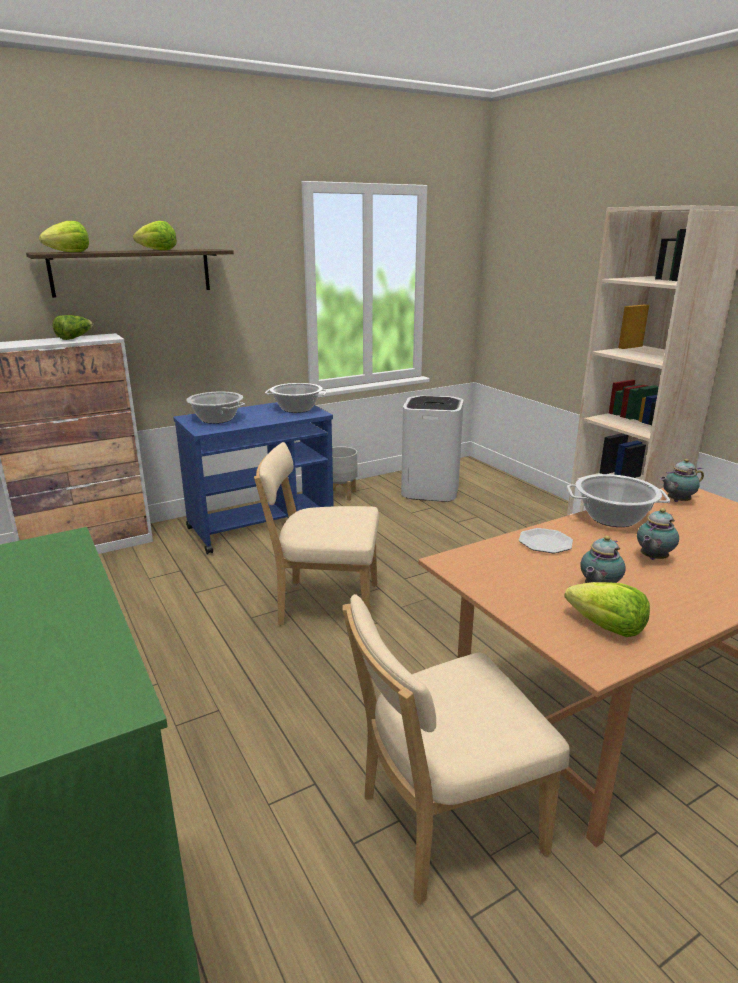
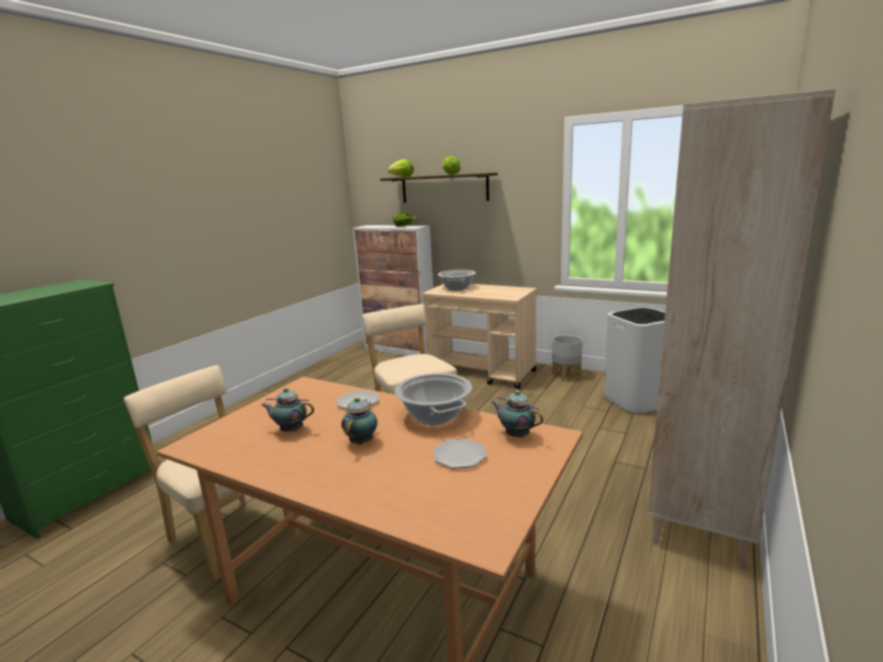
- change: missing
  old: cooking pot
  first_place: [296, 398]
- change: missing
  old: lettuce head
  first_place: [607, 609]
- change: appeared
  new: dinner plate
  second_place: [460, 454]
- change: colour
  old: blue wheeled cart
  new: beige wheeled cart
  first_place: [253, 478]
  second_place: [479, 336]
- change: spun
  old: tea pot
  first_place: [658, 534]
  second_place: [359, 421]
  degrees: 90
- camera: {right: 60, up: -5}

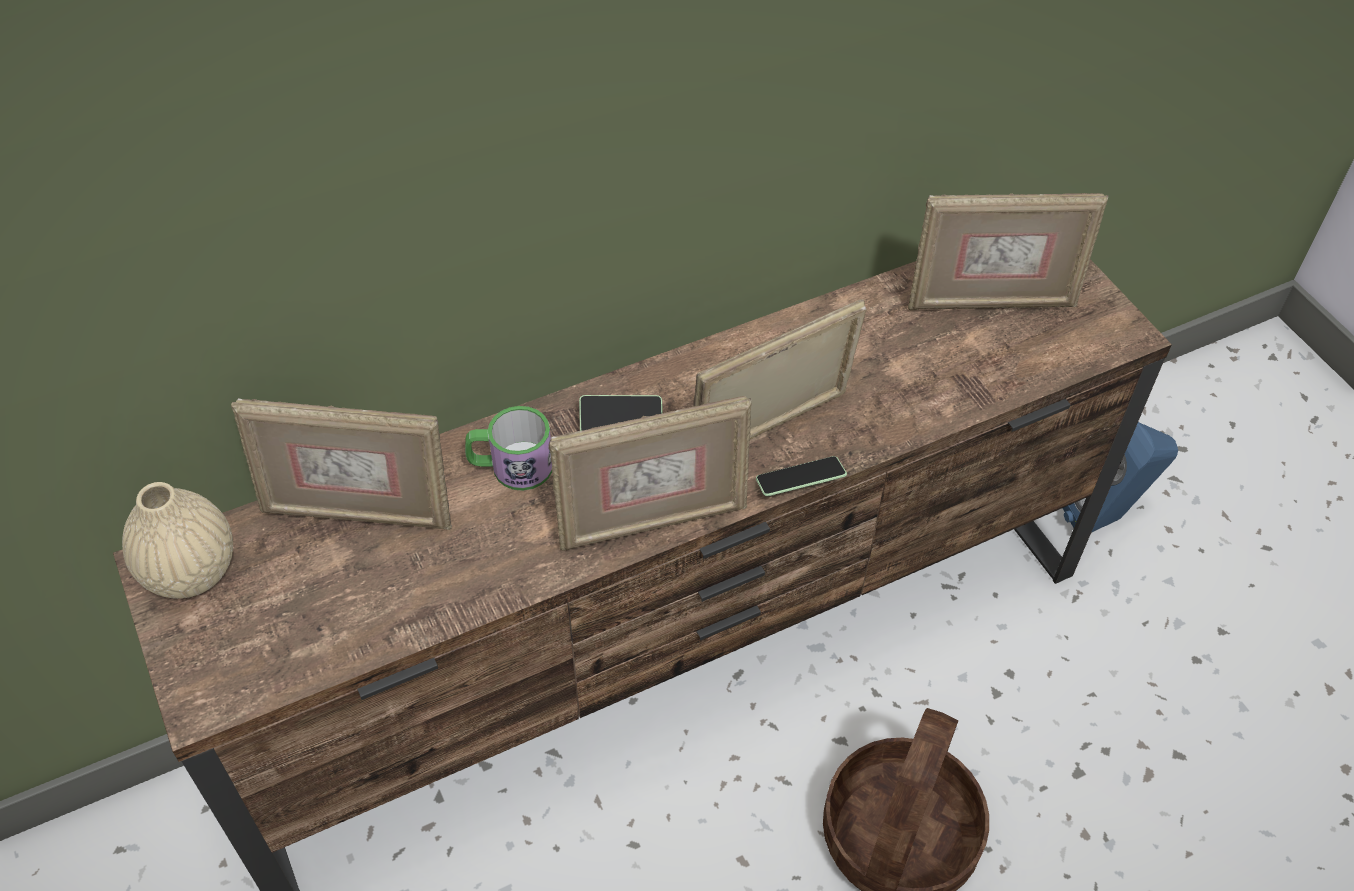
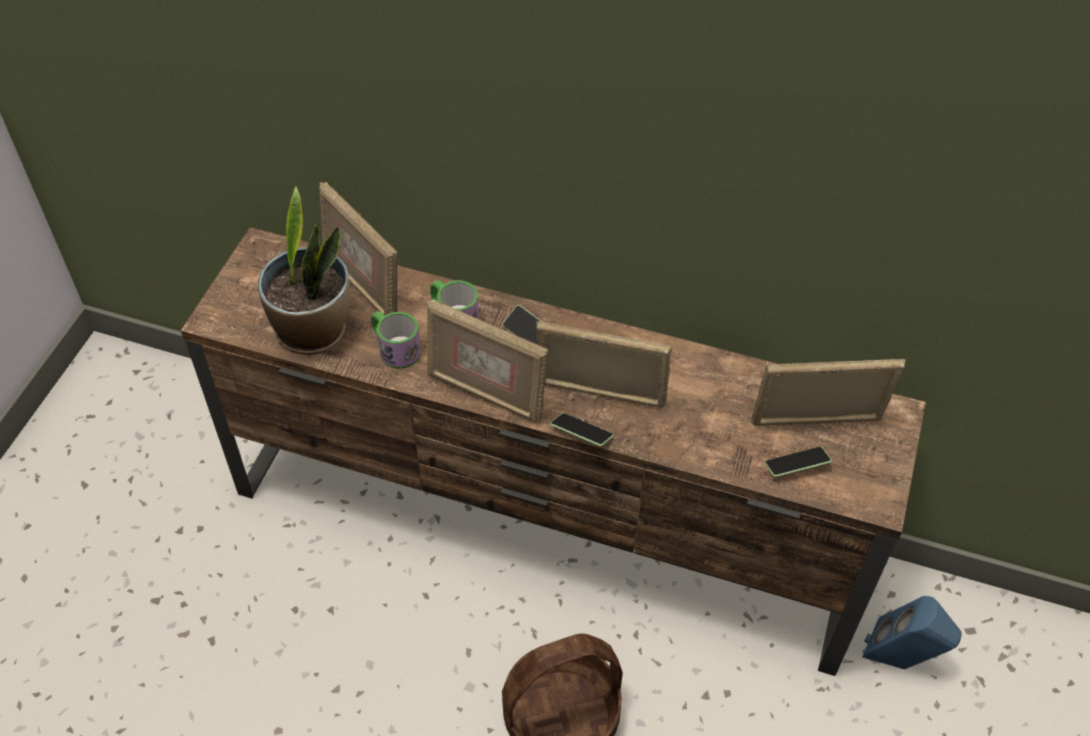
- change: missing
  old: beige vase
  first_place: [177, 540]
- change: appeared
  new: plant in a pot
  second_place: [304, 270]
- change: appeared
  new: coffee mug
  second_place: [396, 340]
- change: appeared
  new: telephone
  second_place: [798, 462]
- change: spun
  old: standing frame
  first_place: [1008, 251]
  second_place: [828, 392]
  degrees: 135
- camera: {right: 45, up: 0}

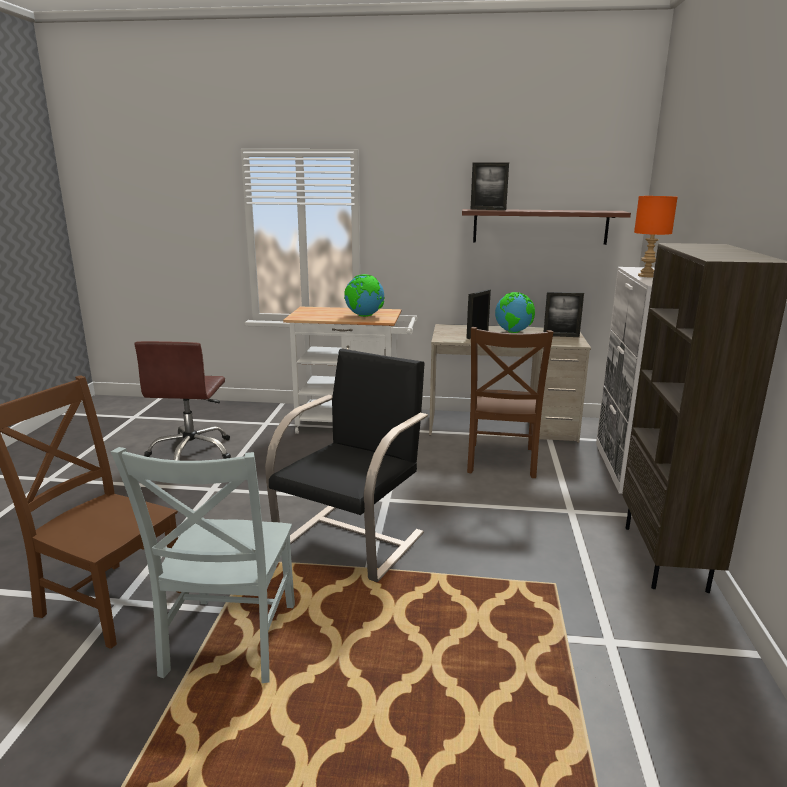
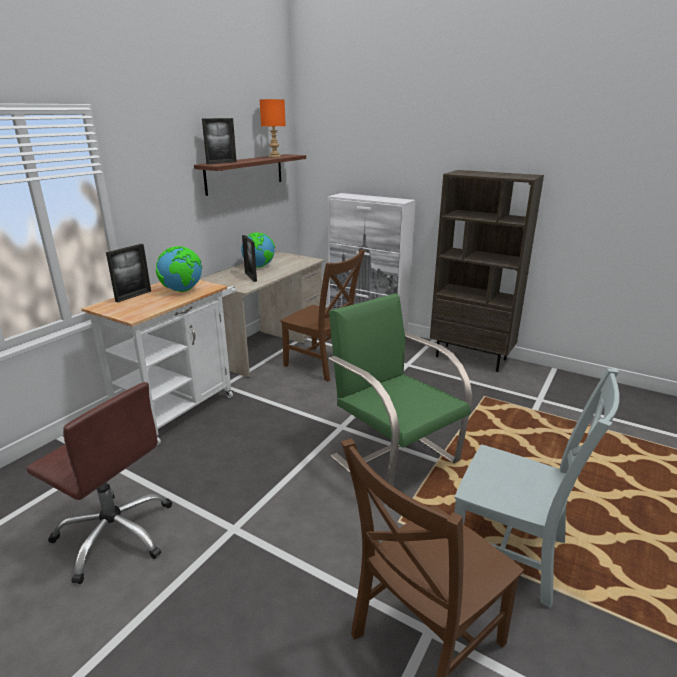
- change: relocated
  old: standing frame
  first_place: [564, 314]
  second_place: [128, 273]
- change: relocated
  old: orange tabletop lamp
  first_place: [656, 236]
  second_place: [273, 128]
- change: colour
  old: blackish armchair
  new: greenish armchair
  first_place: [346, 465]
  second_place: [400, 397]
- camera: {right: -65, up: 5}

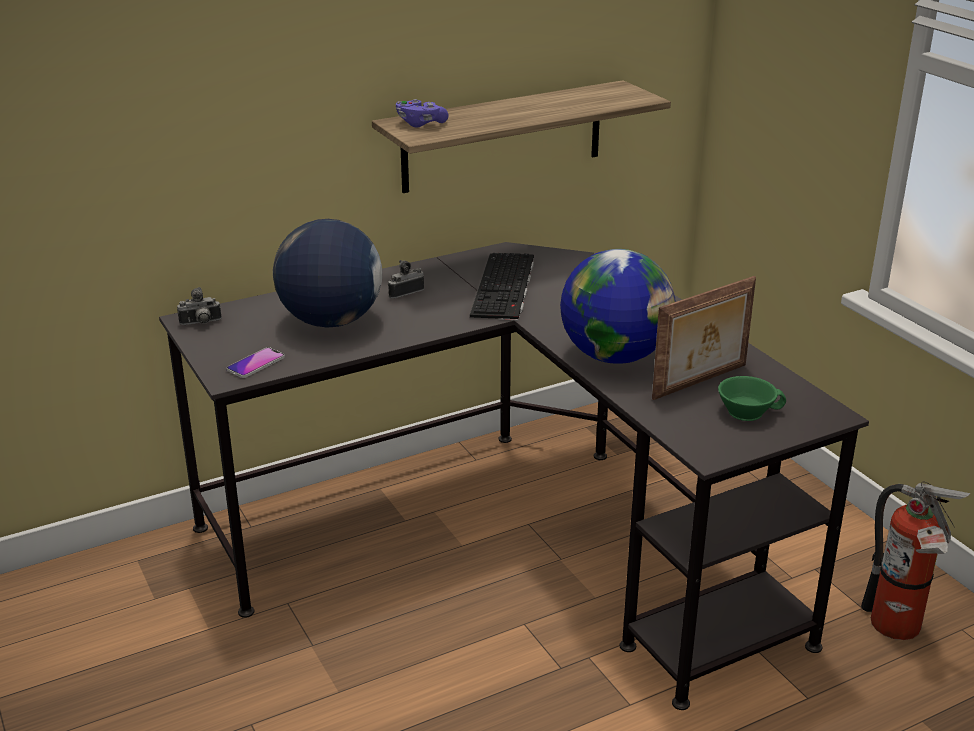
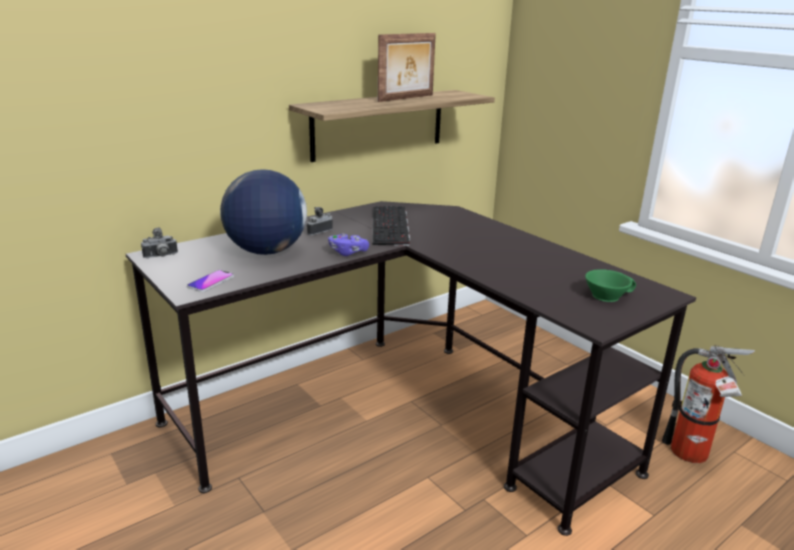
- change: missing
  old: desk globe
  first_place: [617, 306]
- change: relocated
  old: purplish game controller
  first_place: [422, 113]
  second_place: [348, 244]
- change: relocated
  old: standing frame
  first_place: [704, 338]
  second_place: [407, 67]
- camera: {right: -10, up: -5}

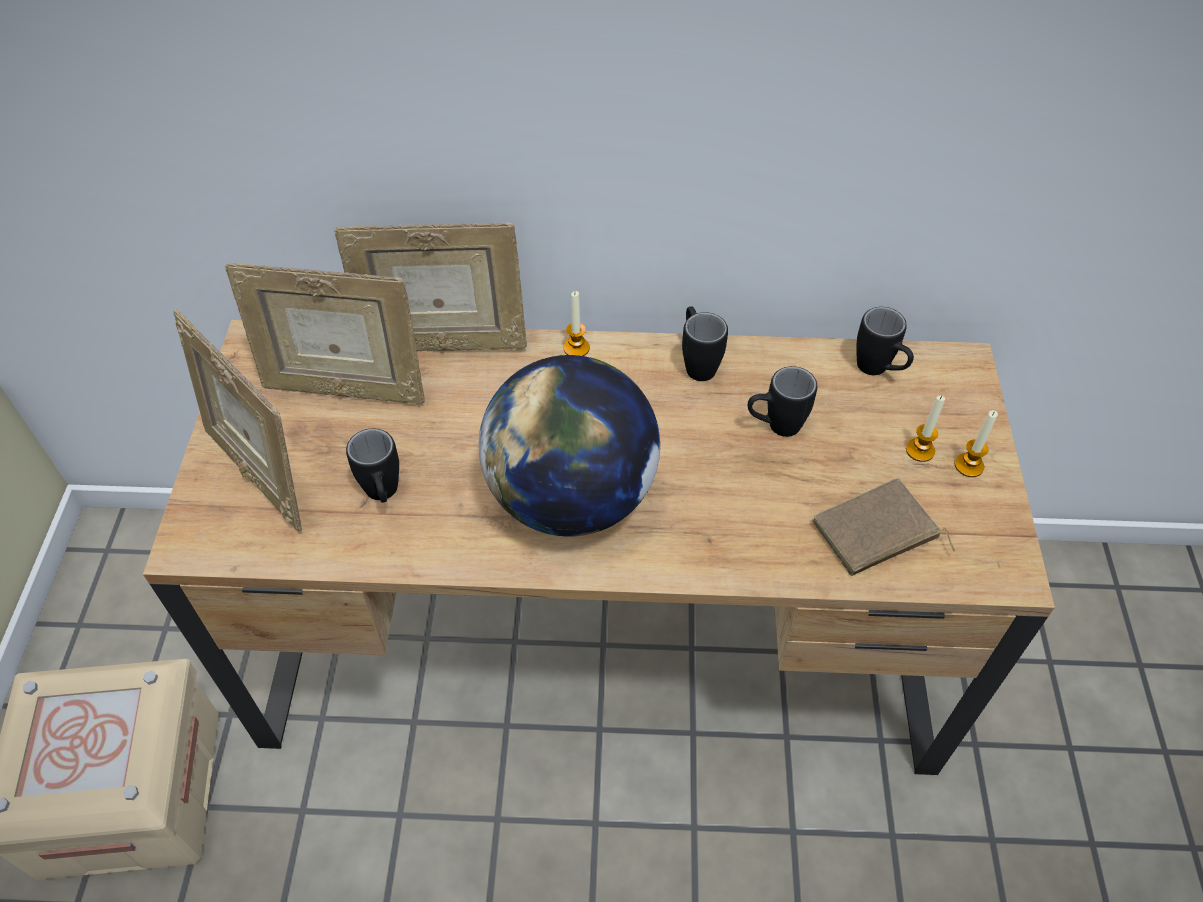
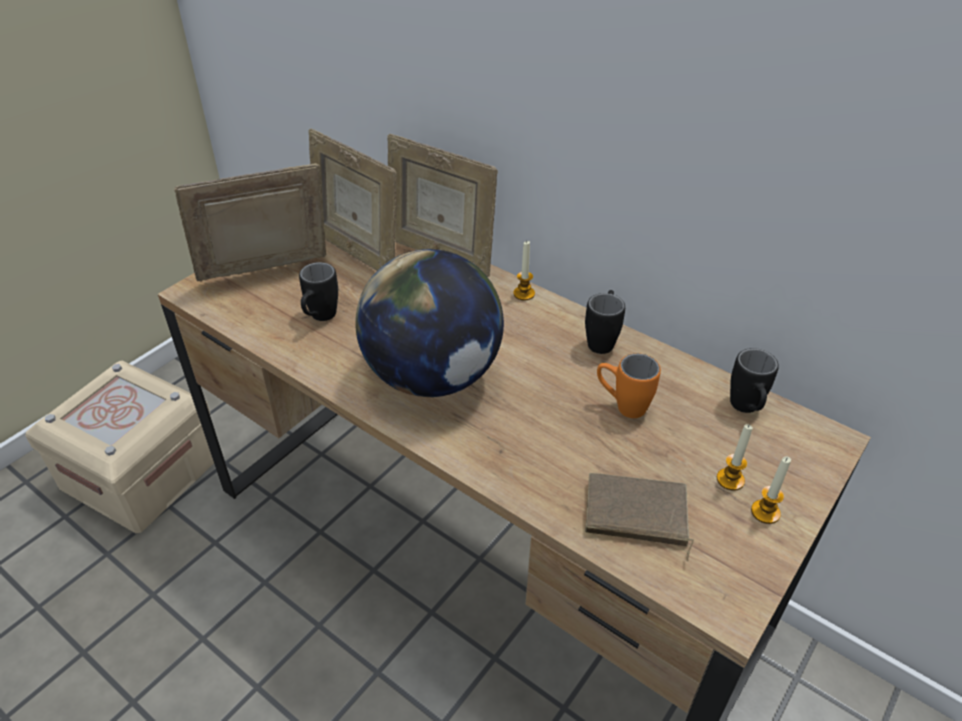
- change: colour
  old: blackish coffee mug
  new: orange coffee mug
  first_place: [782, 401]
  second_place: [629, 385]
- change: spun
  old: standing frame
  first_place: [238, 420]
  second_place: [250, 222]
  degrees: 75
- camera: {right: 35, up: -10}

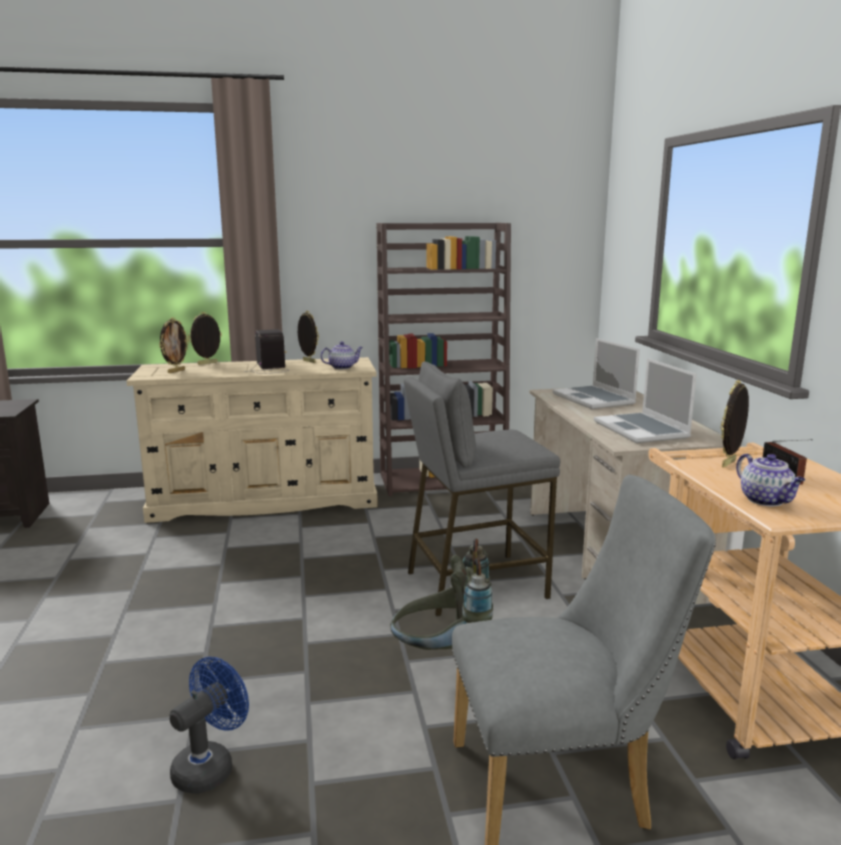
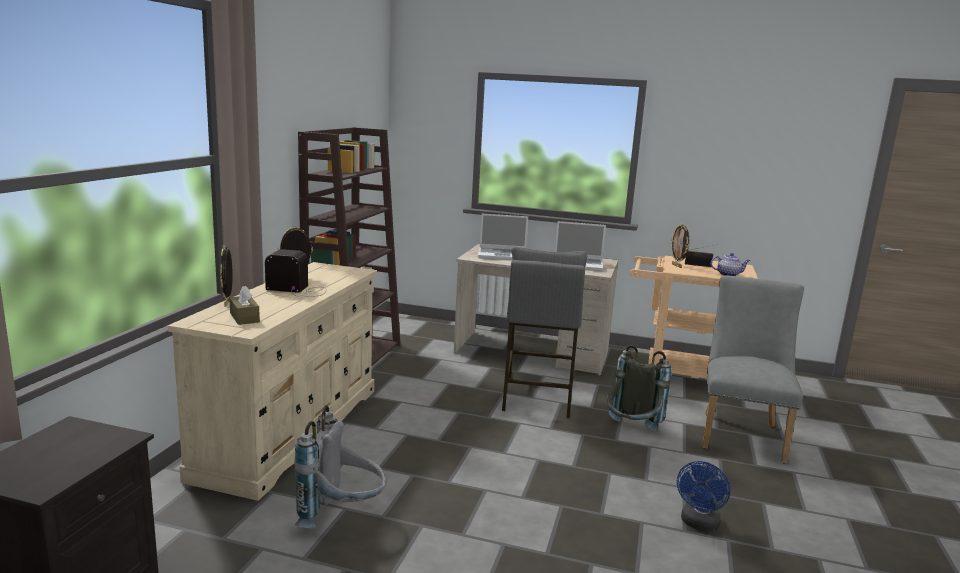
- change: missing
  old: tea pot
  first_place: [341, 355]
- change: appeared
  new: gray knapsack
  second_place: [340, 466]
- change: exchanged
  old: standing frame
  new: brownish box of tissues
  first_place: [174, 345]
  second_place: [244, 305]
- change: spun
  old: blue electric fan
  first_place: [209, 725]
  second_place: [703, 496]
  degrees: -120
- camera: {right: -65, up: 0}

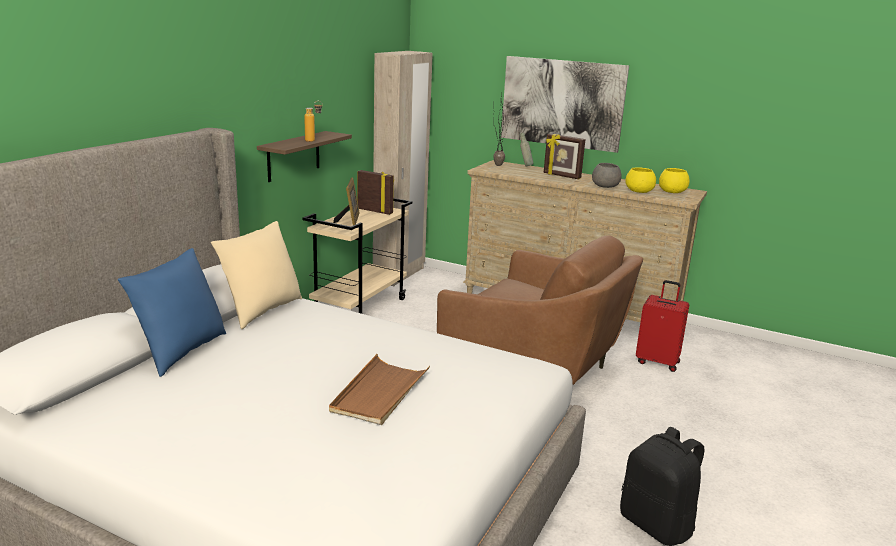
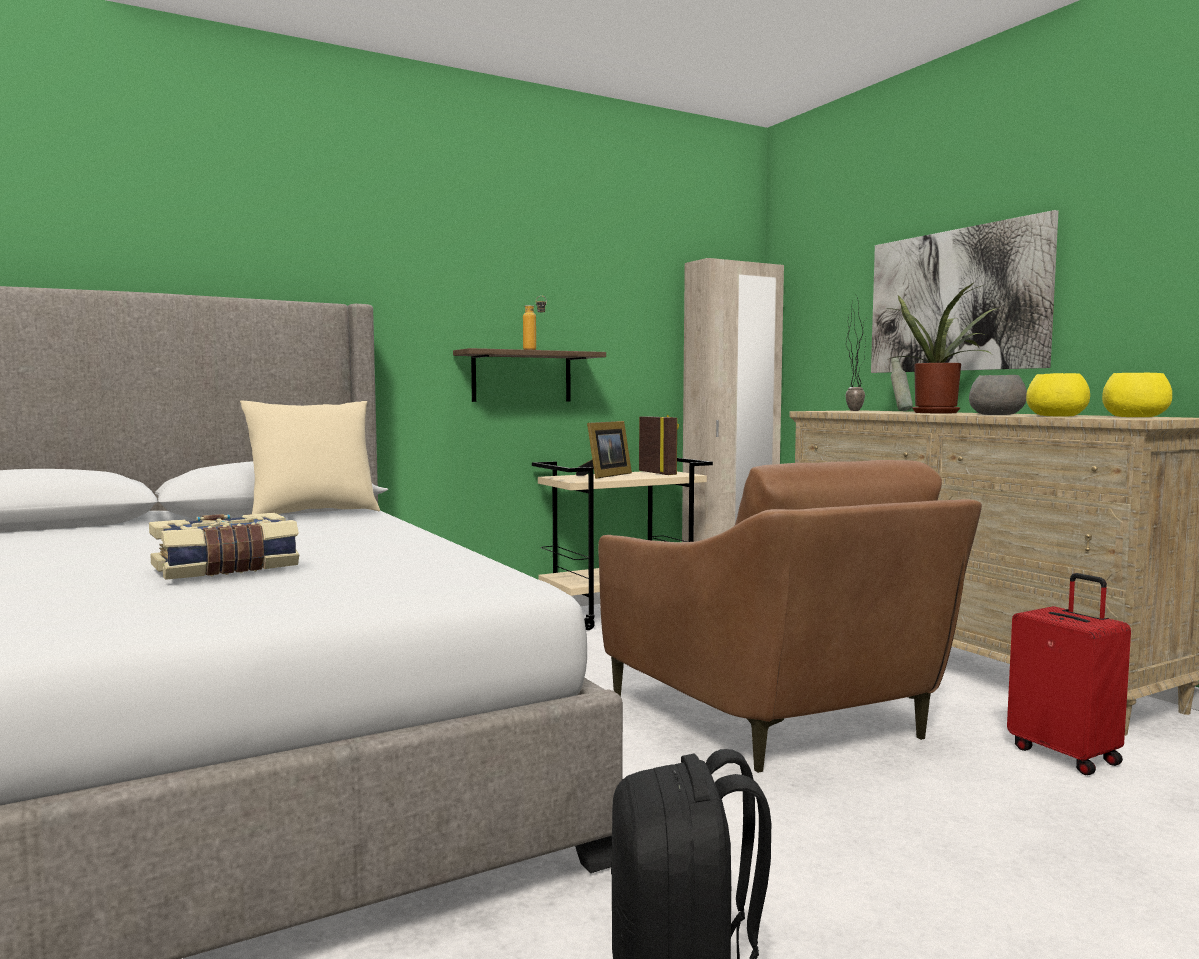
- change: missing
  old: blue cushion
  first_place: [172, 312]
- change: exchanged
  old: brownish serving tray
  new: volume
  first_place: [379, 389]
  second_place: [224, 546]
- change: exchanged
  old: standing frame
  new: plant in a pot
  first_place: [564, 156]
  second_place: [942, 348]
- camera: {right: 35, up: -15}

